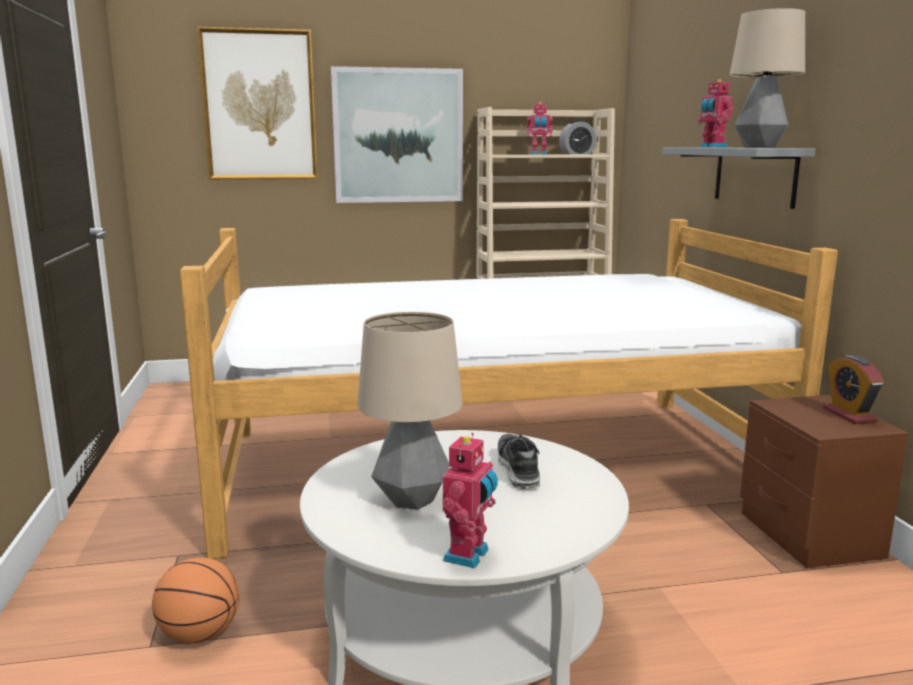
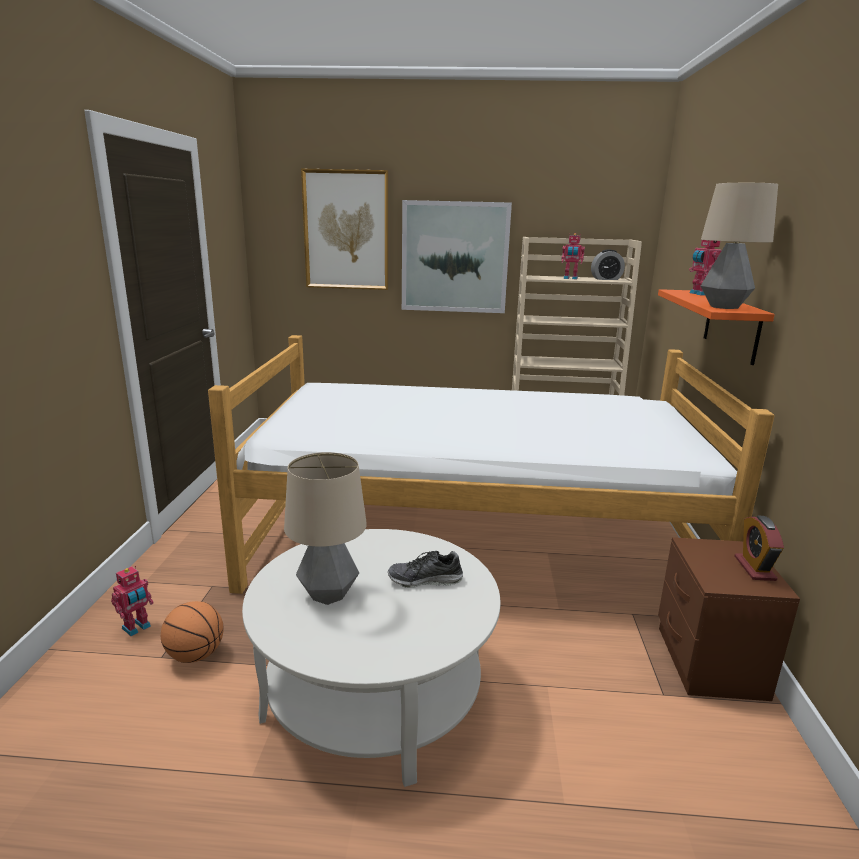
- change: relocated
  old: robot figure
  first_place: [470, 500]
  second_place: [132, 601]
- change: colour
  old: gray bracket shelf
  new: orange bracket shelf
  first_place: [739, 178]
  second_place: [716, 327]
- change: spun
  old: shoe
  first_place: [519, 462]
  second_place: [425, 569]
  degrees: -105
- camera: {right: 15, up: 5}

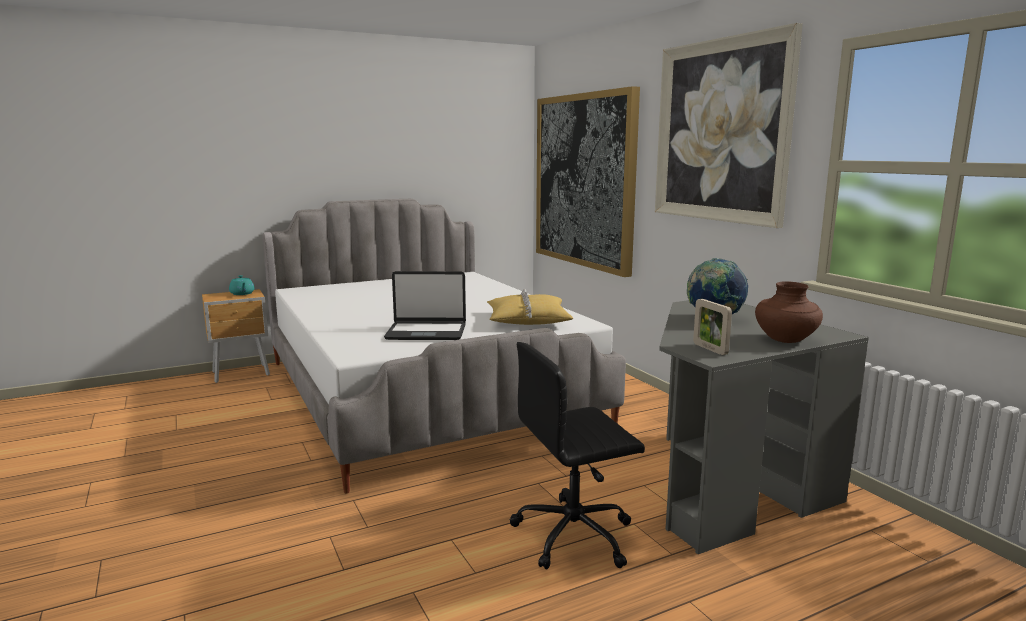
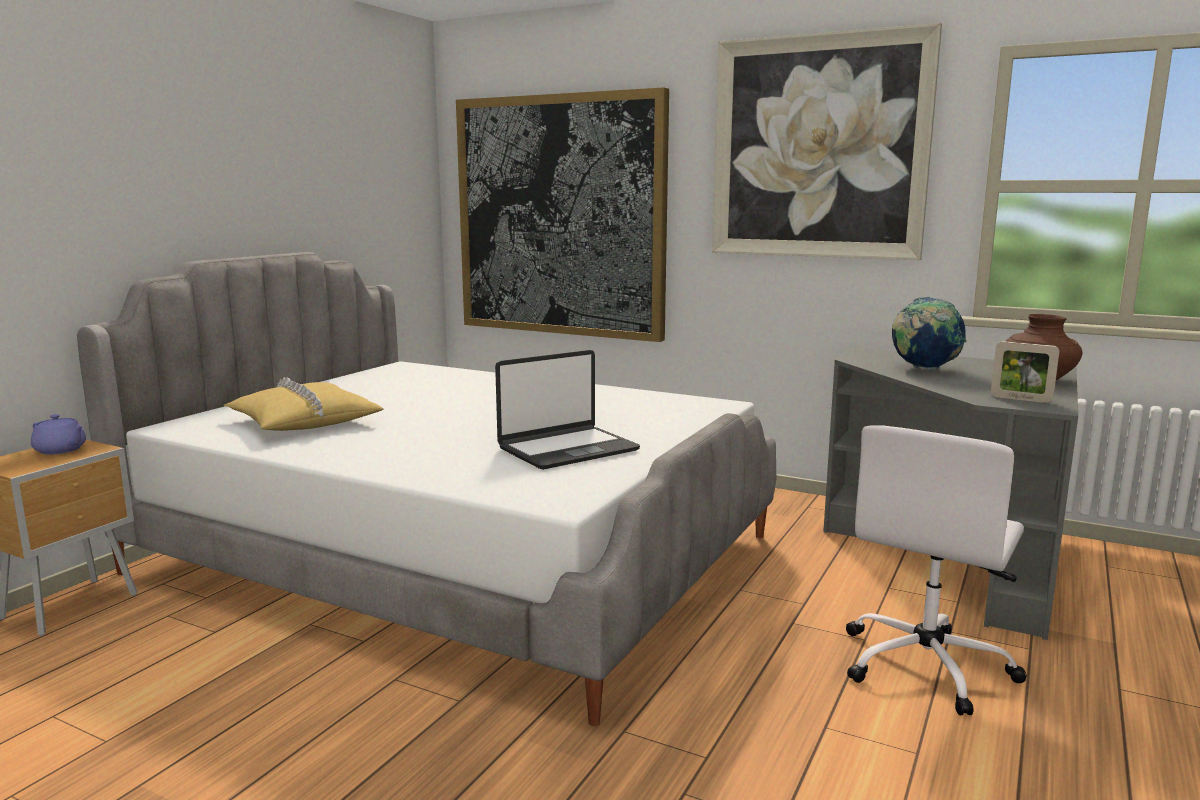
- change: relocated
  old: yellow-coloured cushion
  first_place: [530, 307]
  second_place: [304, 404]
- change: colour
  old: turquoise-coloured tea pot
  new: purplish tea pot
  first_place: [242, 285]
  second_place: [58, 434]
- change: colour
  old: blackish office chair
  new: whitish office chair
  first_place: [577, 455]
  second_place: [936, 570]
- camera: {right: -35, up: 0}

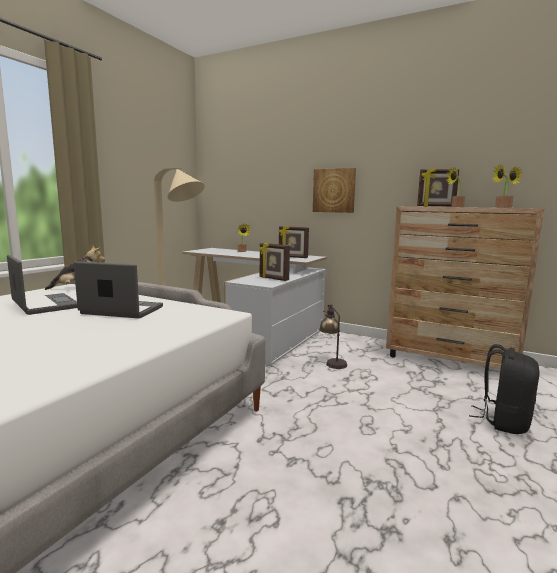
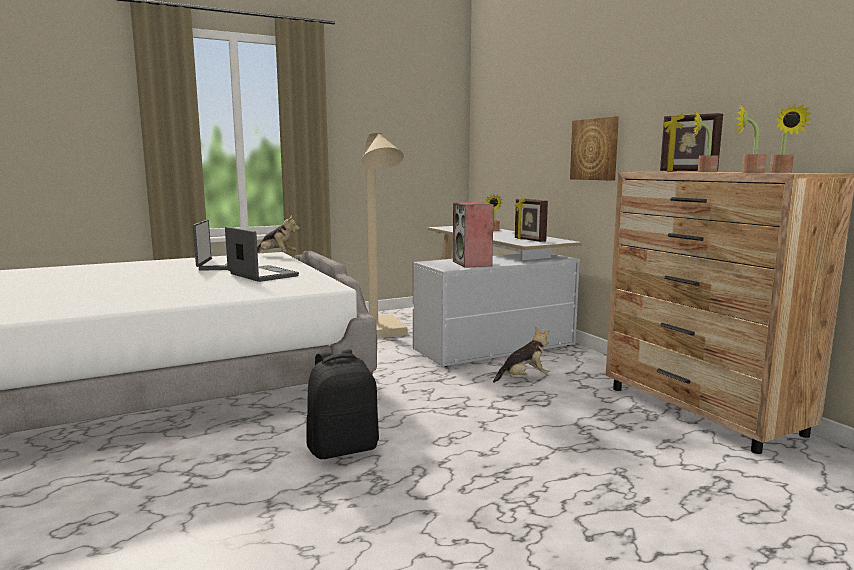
- change: relocated
  old: blackish knapsack
  first_place: [504, 389]
  second_place: [342, 404]
- change: exchanged
  old: standing frame
  new: speaker
  first_place: [274, 262]
  second_place: [473, 235]
- change: exchanged
  old: tabletop lamp
  new: cuddly toy
  first_place: [333, 336]
  second_place: [521, 355]
- camera: {right: 35, up: 0}

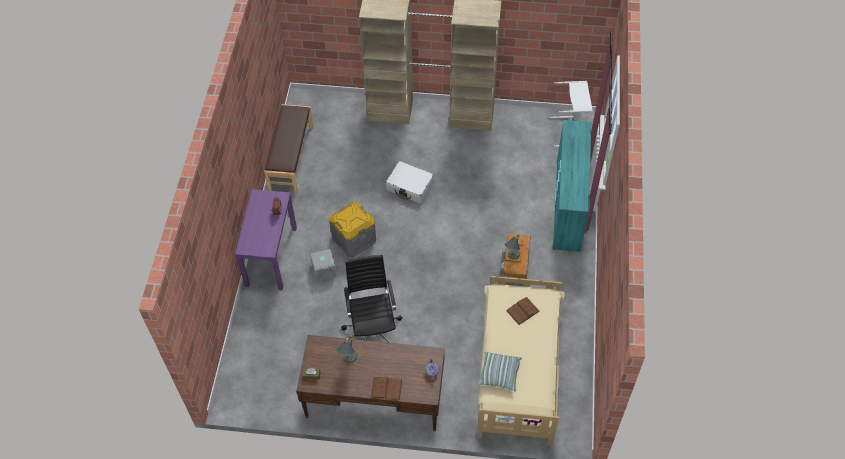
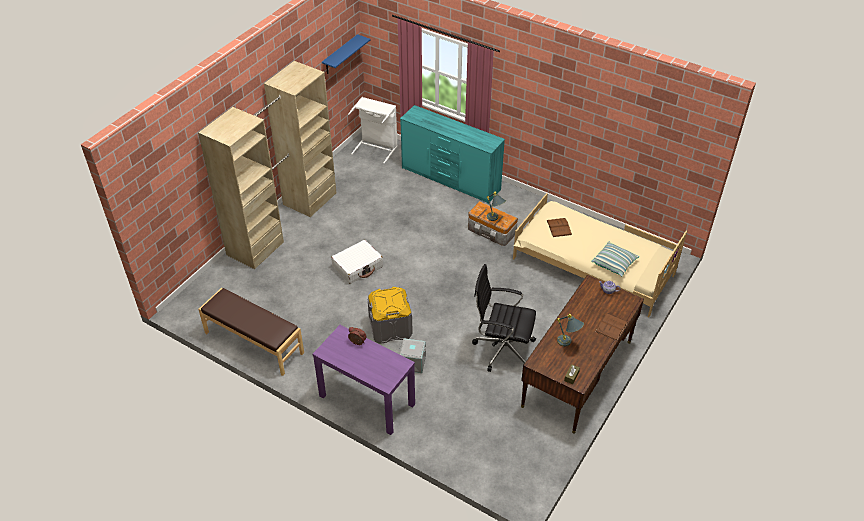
- change: appeared
  new: blue bracket shelf
  second_place: [346, 54]
- camera: {right: -65, up: -10}

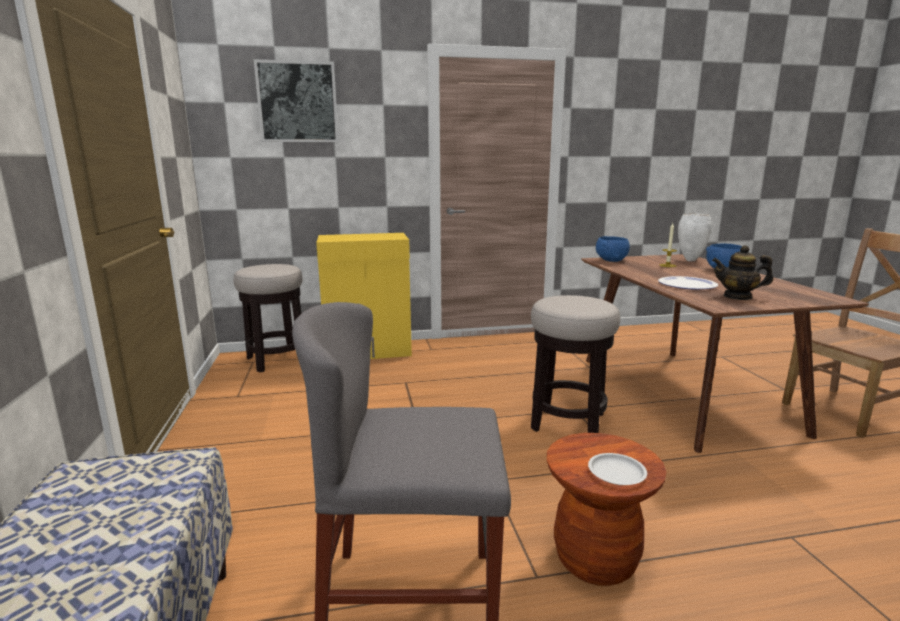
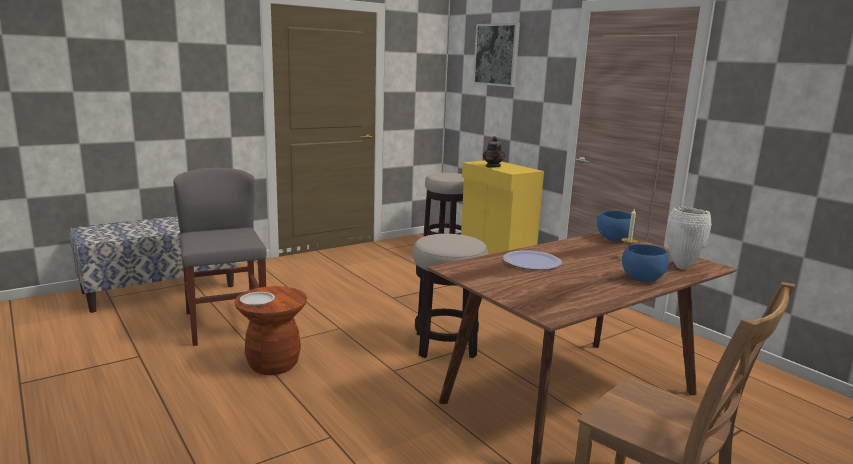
- change: relocated
  old: tea pot
  first_place: [742, 272]
  second_place: [494, 152]
- camera: {right: 65, up: 0}

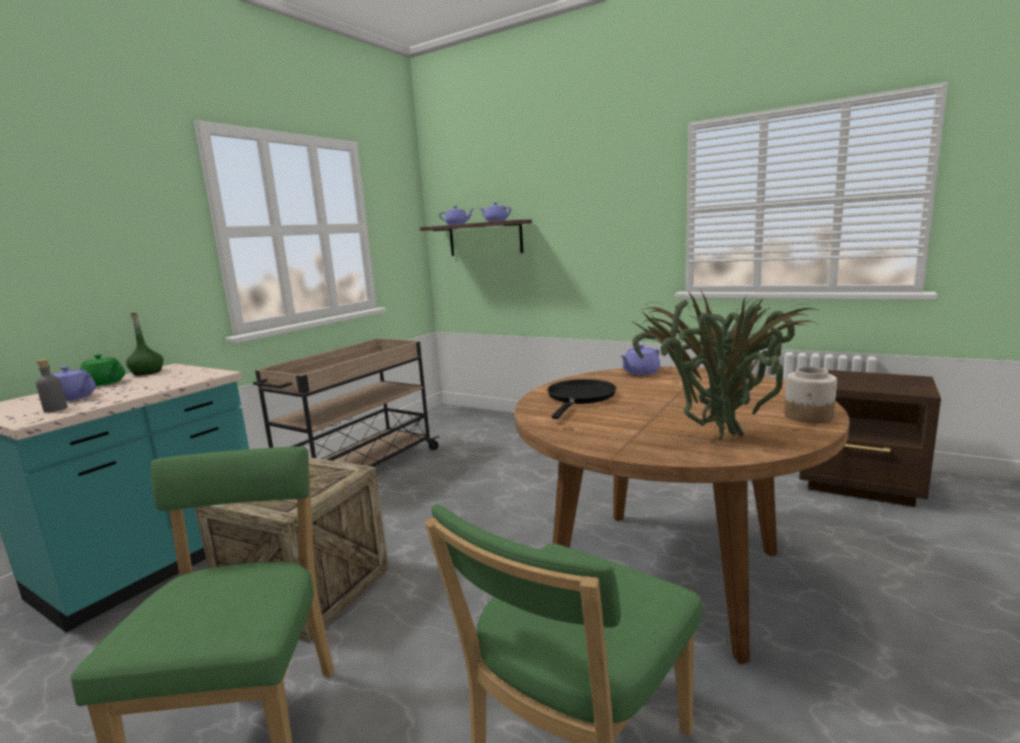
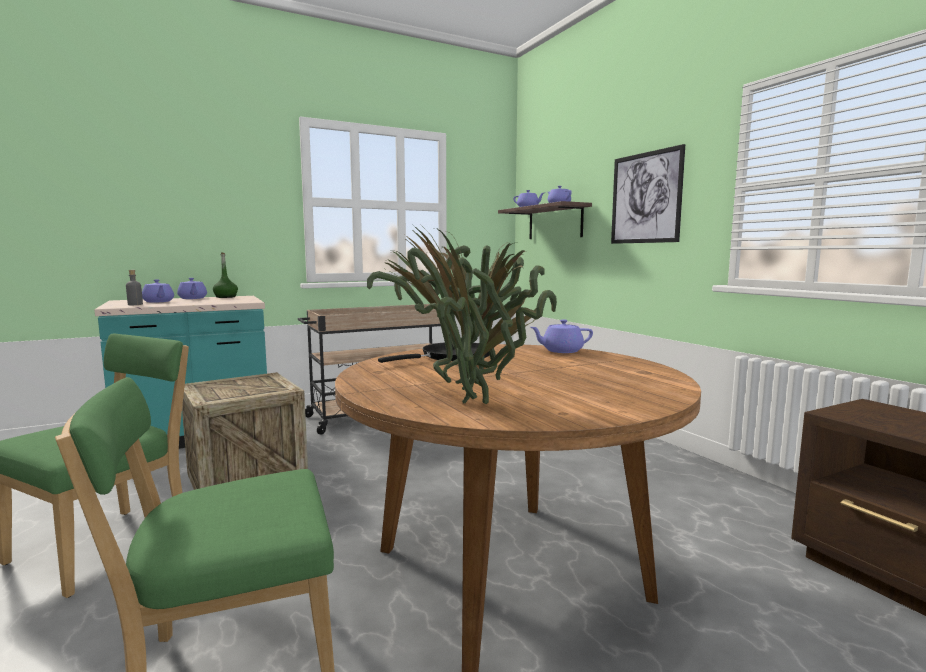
- change: missing
  old: storage jar
  first_place: [810, 395]
- change: appeared
  new: picture
  second_place: [648, 194]
- change: colour
  old: greenish tea pot
  new: purplish tea pot
  first_place: [102, 370]
  second_place: [192, 288]
- camera: {right: 30, up: -5}

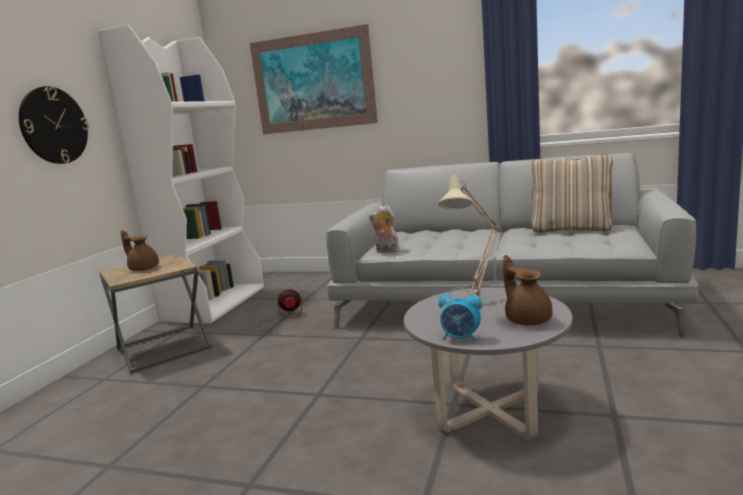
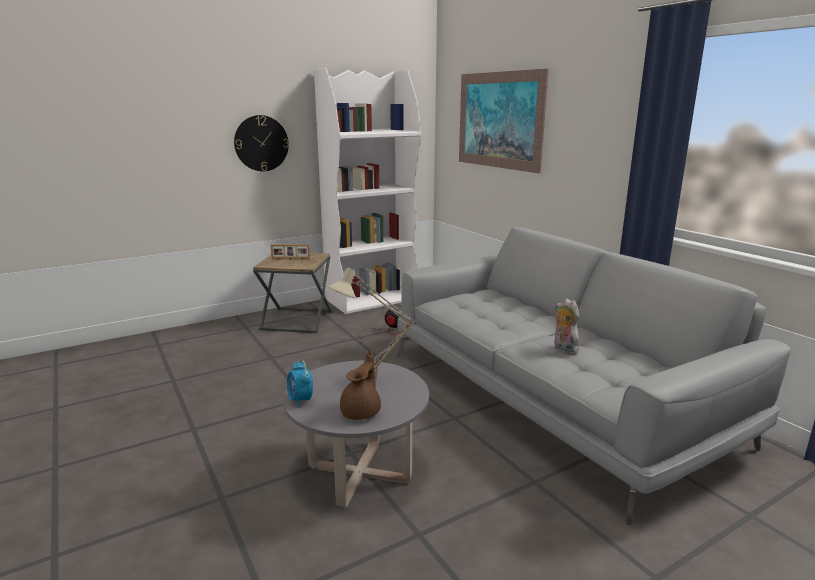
- change: missing
  old: beige cushion
  first_place: [572, 193]
- change: relocated
  old: cuddly toy
  first_place: [384, 229]
  second_place: [566, 326]
- change: exchanged
  old: brownish tea pot
  new: standing frame
  first_place: [140, 250]
  second_place: [290, 252]
- camera: {right: 40, up: 5}

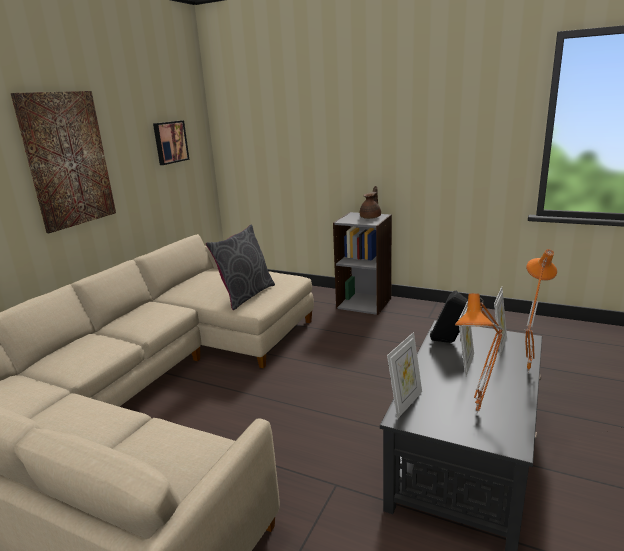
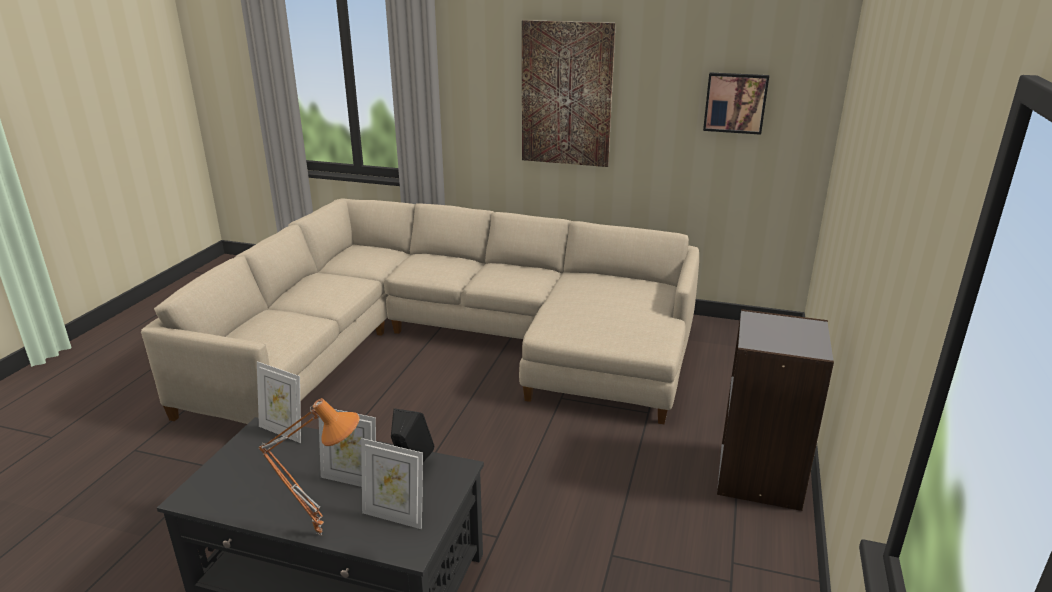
- change: missing
  old: gray cushion
  first_place: [240, 267]
- change: missing
  old: brownish tea pot
  first_place: [370, 202]
- change: missing
  old: orange tabletop lamp
  first_place: [479, 353]
- camera: {right: 80, up: 5}

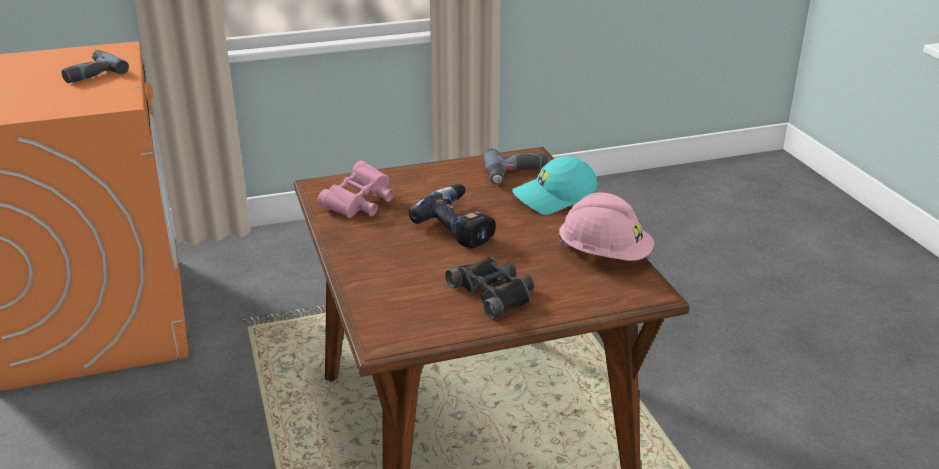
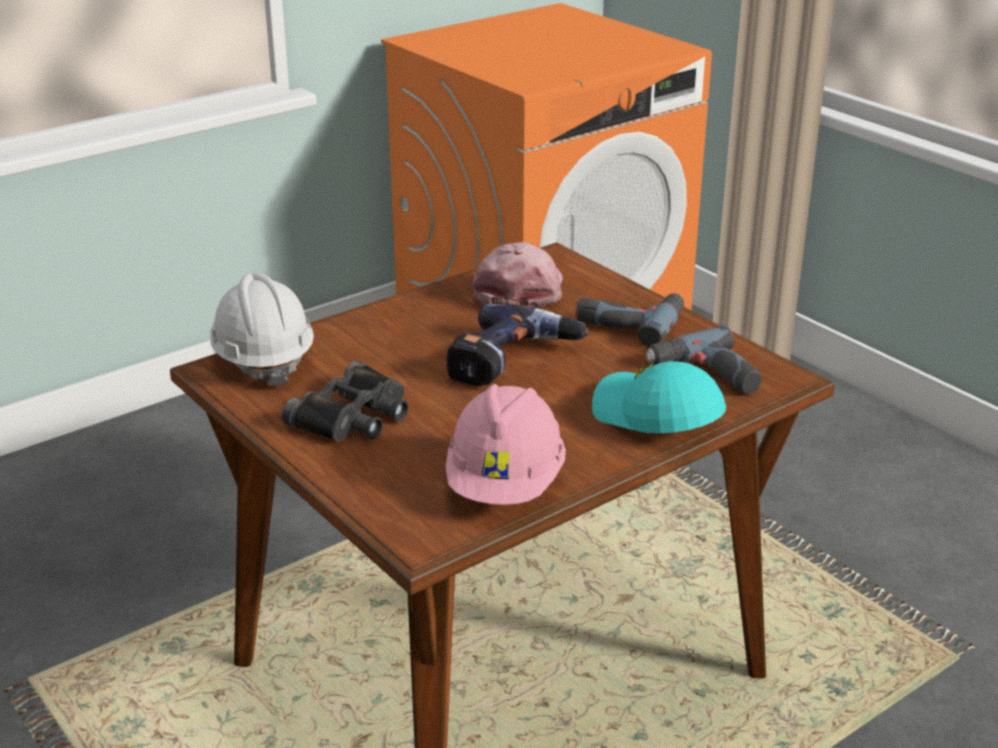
- change: appeared
  new: whitish safety helmet
  second_place: [262, 330]
- change: relocated
  old: power drill
  first_place: [95, 66]
  second_place: [630, 320]
- change: exchanged
  old: pink-coloured pair of binoculars
  new: pink-coloured baseball cap
  first_place: [356, 189]
  second_place: [518, 275]
- camera: {right: 70, up: 0}

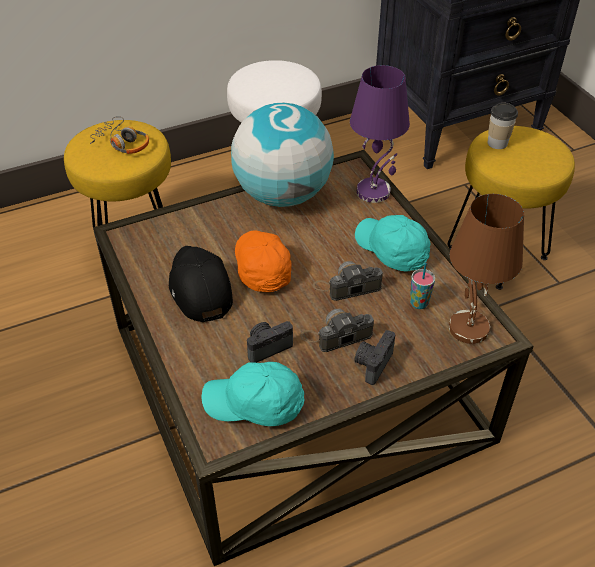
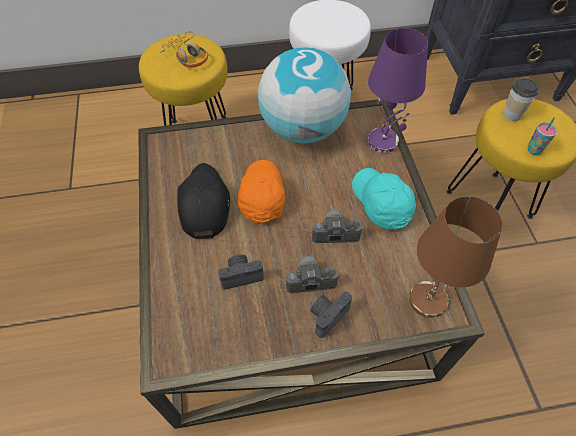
- change: missing
  old: turquoise-coloured baseball cap
  first_place: [252, 394]
- change: relocated
  old: small cup
  first_place: [422, 286]
  second_place: [542, 136]
- camera: {right: 15, up: 10}

